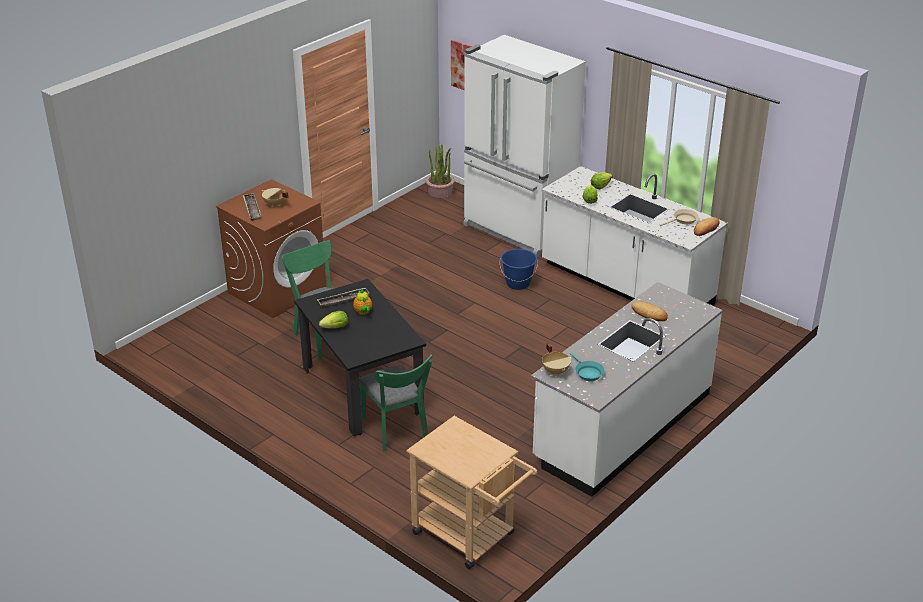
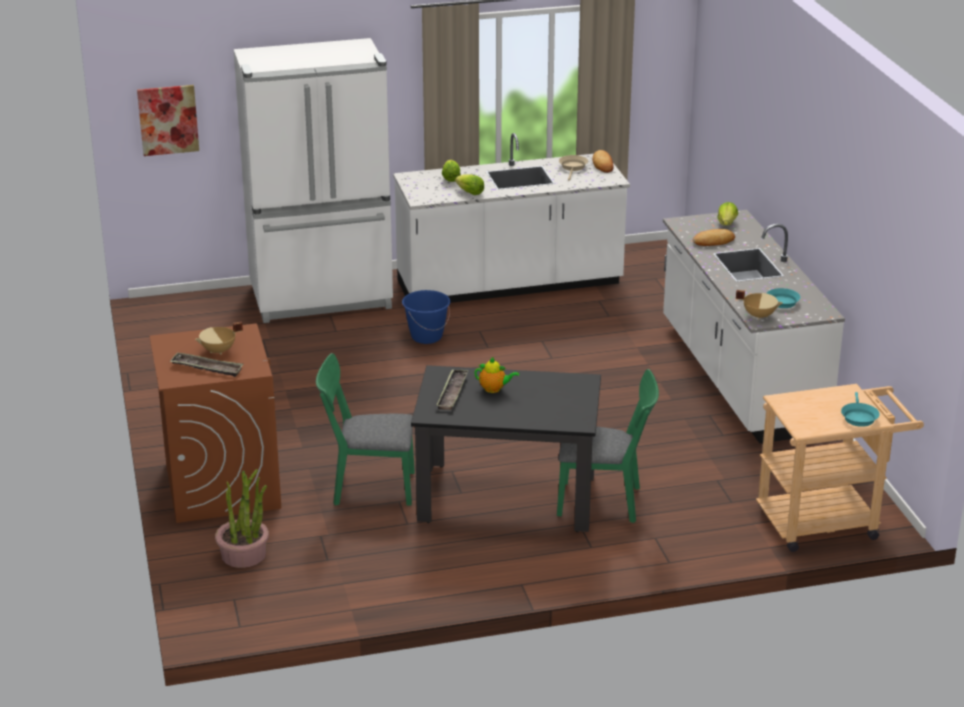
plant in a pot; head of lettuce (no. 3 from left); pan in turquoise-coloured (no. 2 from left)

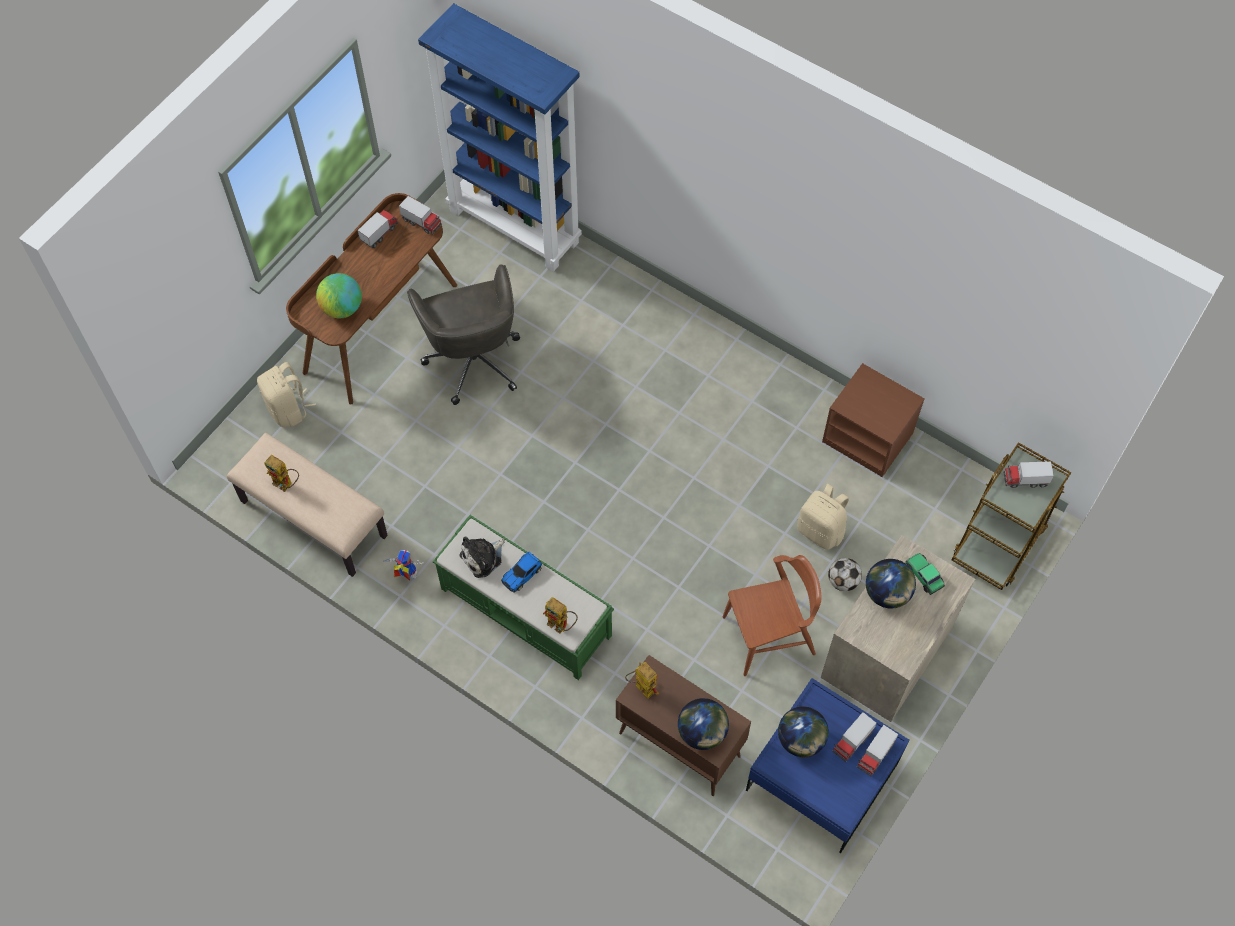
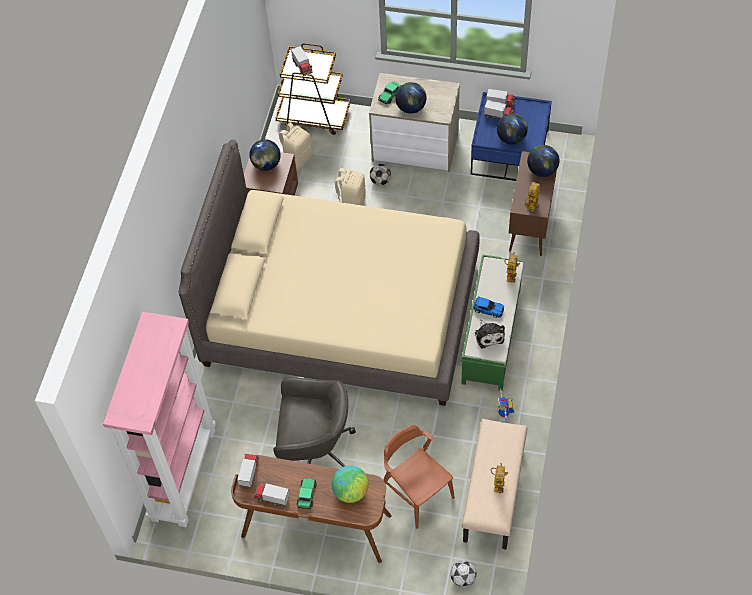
shelving unit in pinkish; office chair in grey; backpack in sand-coloured (no. 1 from left); plush toy; plain chair in brown-coloured; globe (no. 1 from left); sleeping bed in sand-coloured; model car (no. 1 from left); football ball (no. 2 from left)

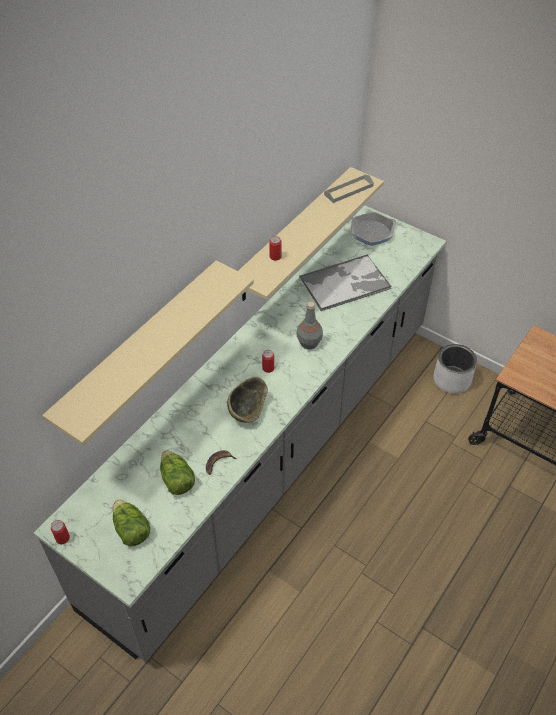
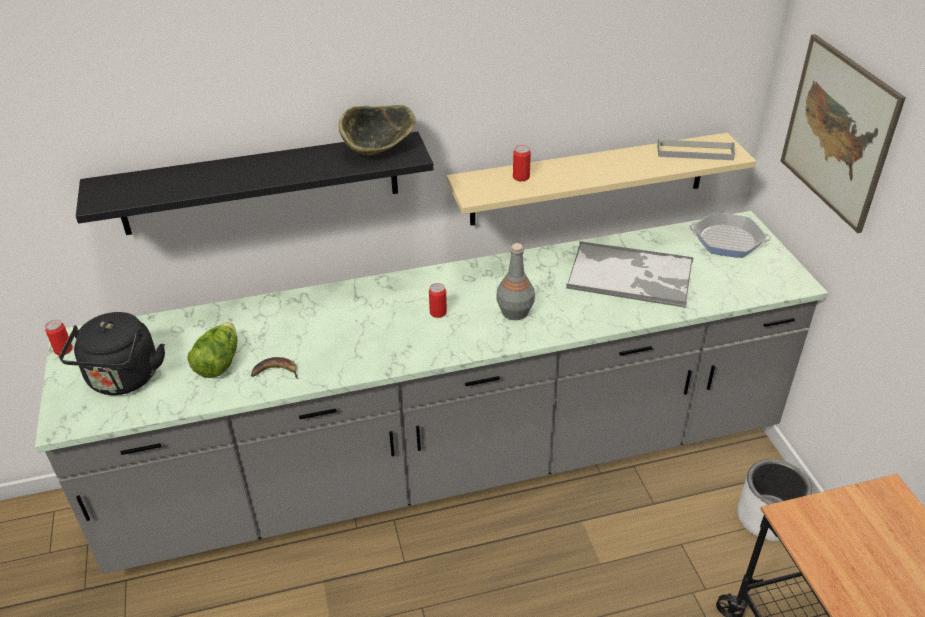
wall shelf in blackish; bowl; tea kettle in blackish; wall picture

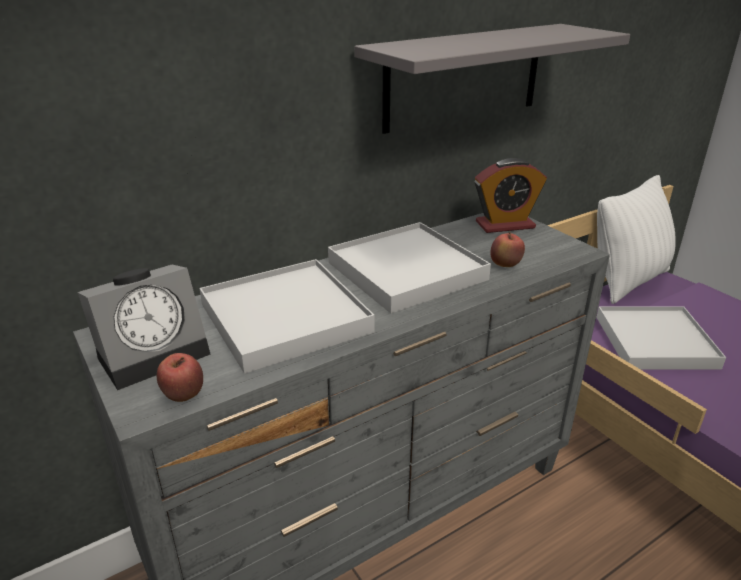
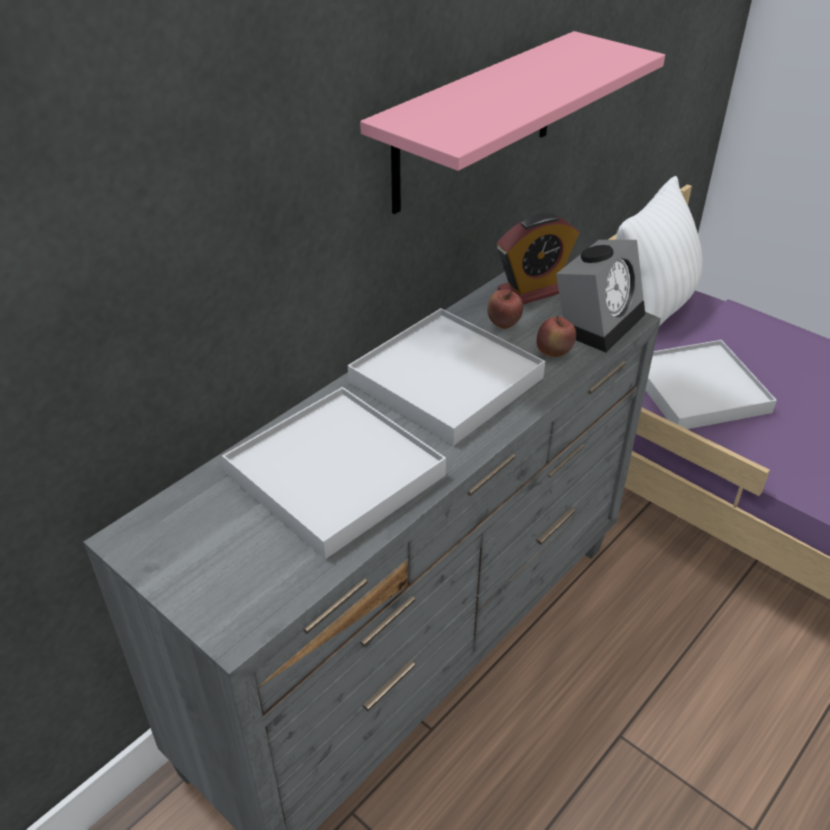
wall shelf in pinkish; table clock (no. 2 from left); apple (no. 1 from left)

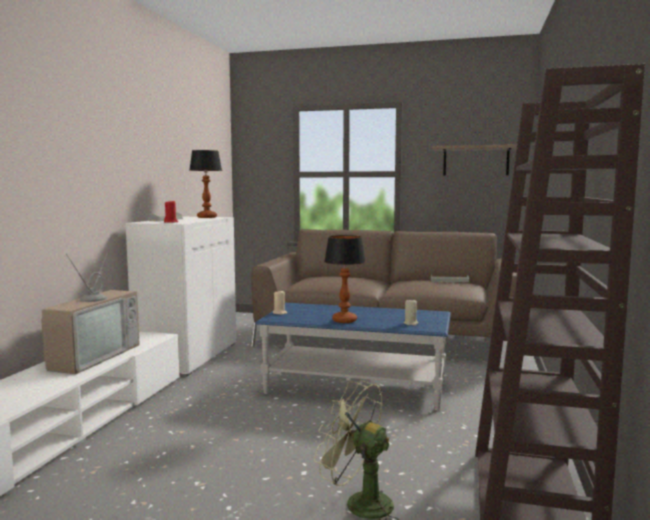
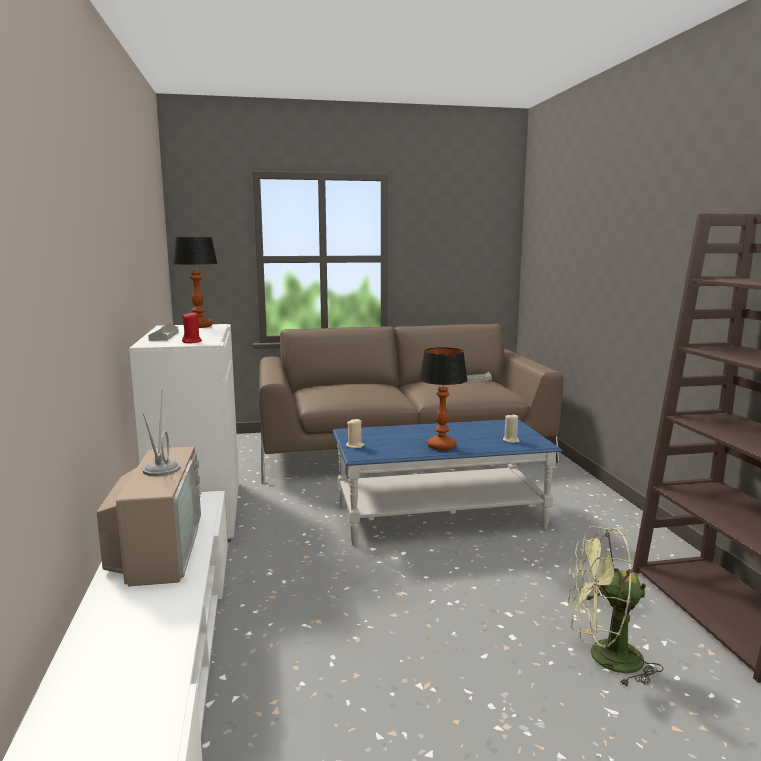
wall shelf

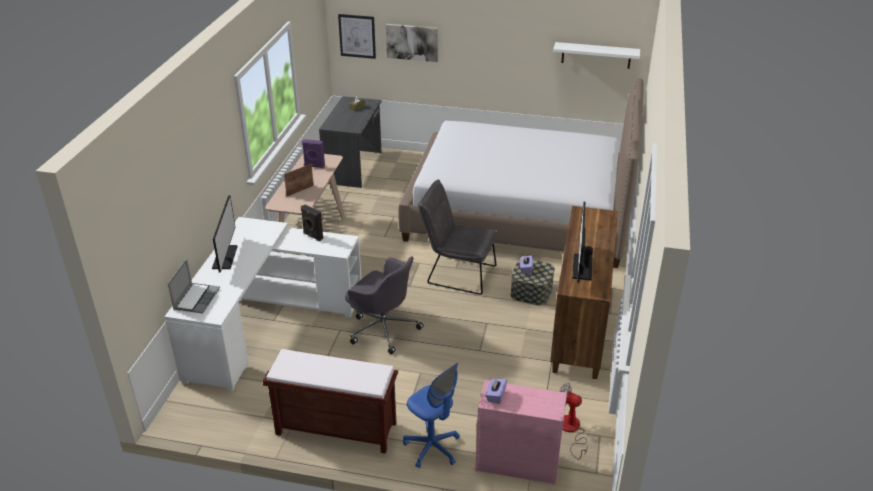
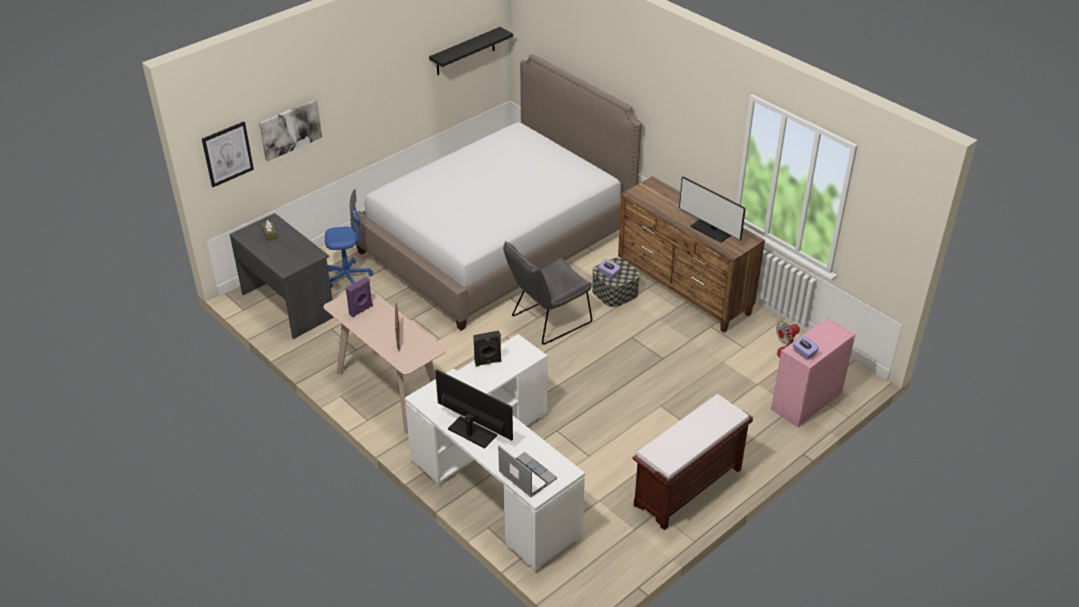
wall shelf in blackish; office chair in grey; office chair in blue

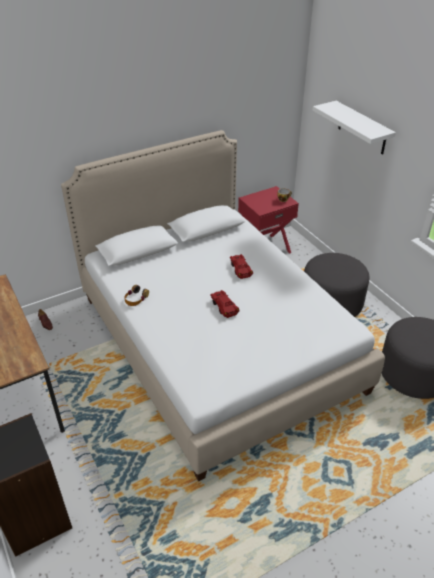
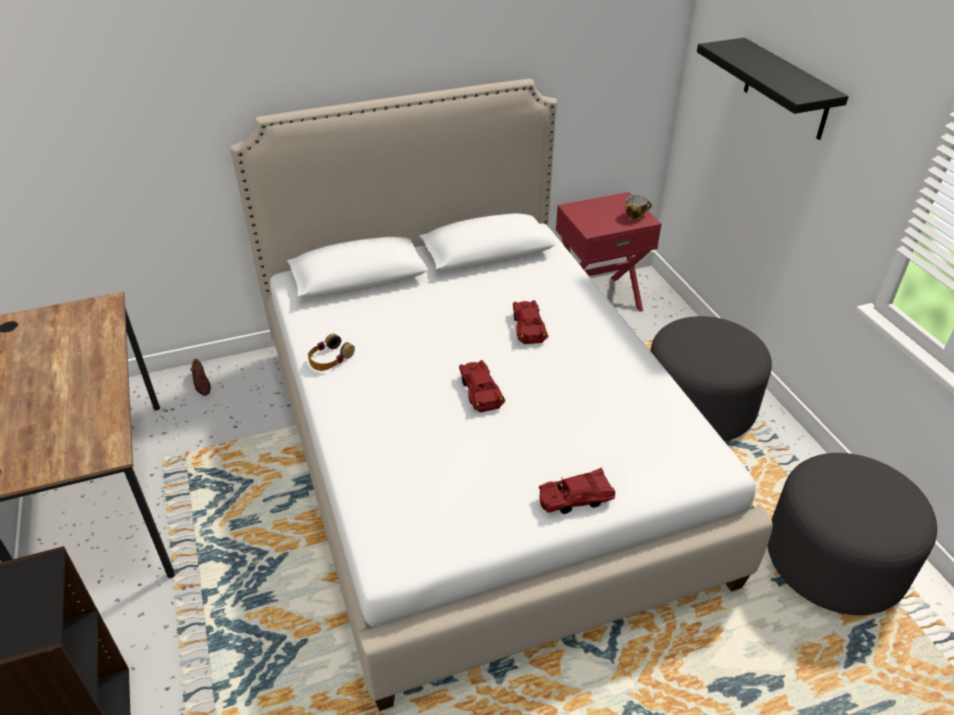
wall shelf in blackish; model car in red (no. 3 from left)

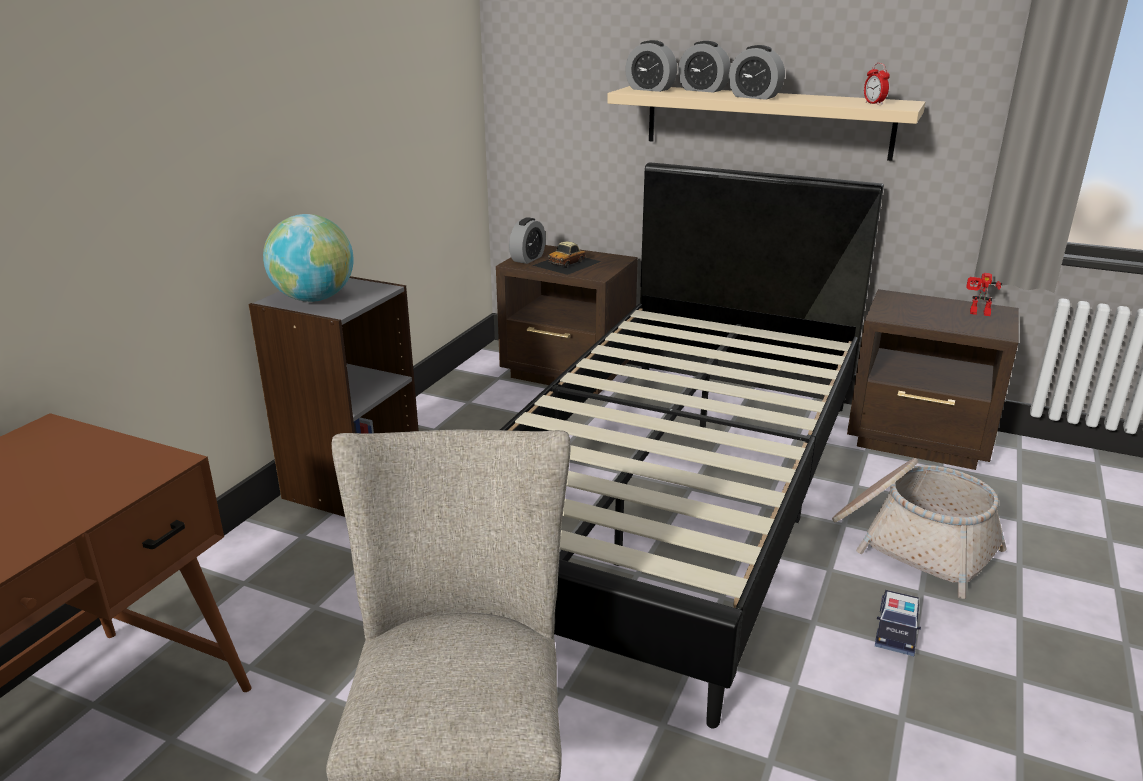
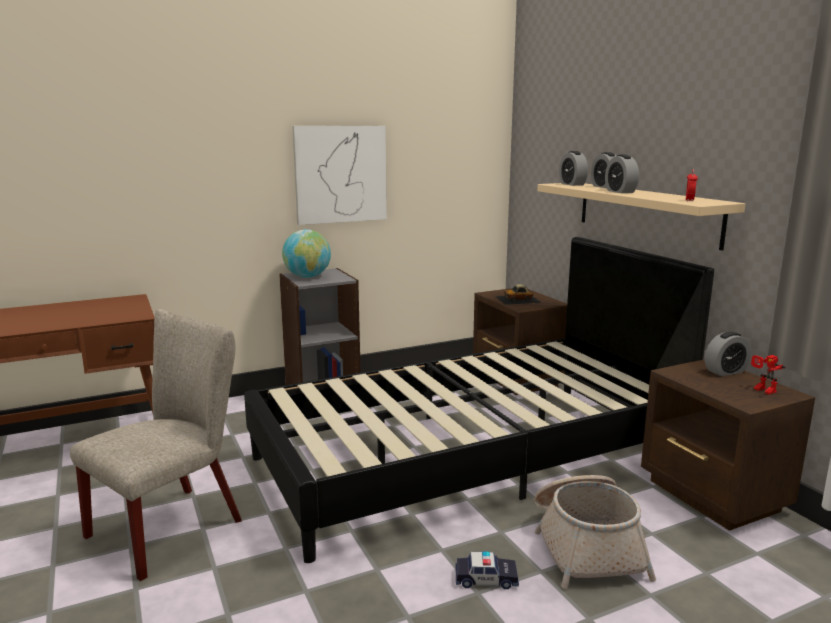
table clock (no. 5 from left); model car (no. 1 from left); wall picture

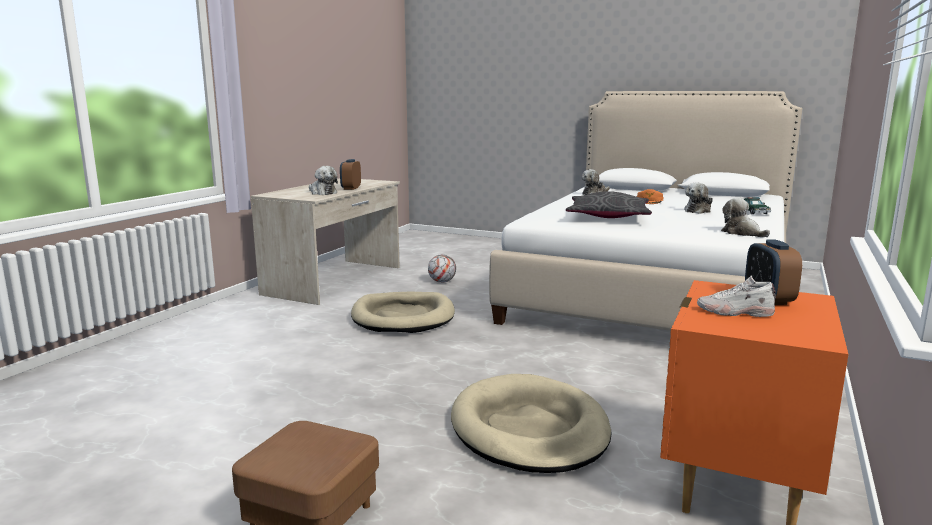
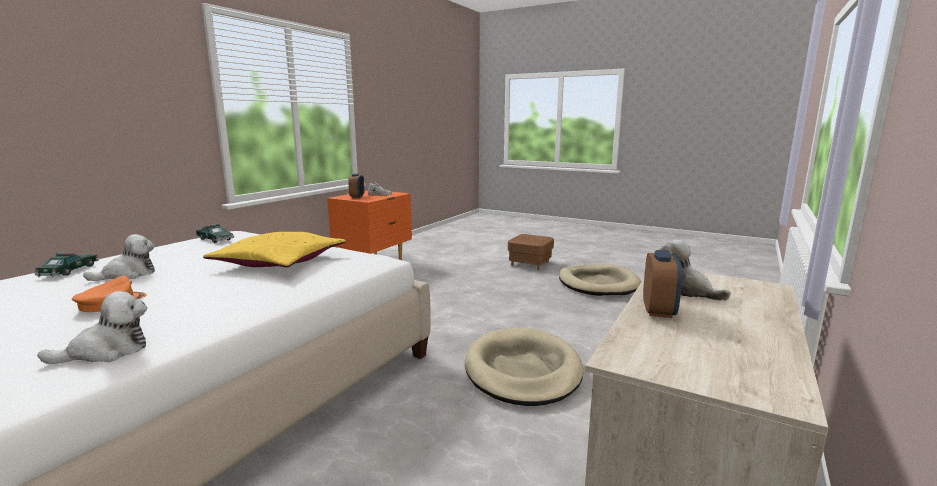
pillow in yellow-coloured; model car (no. 2 from left); football ball; pet bed in sand-coloured (no. 2 from left)

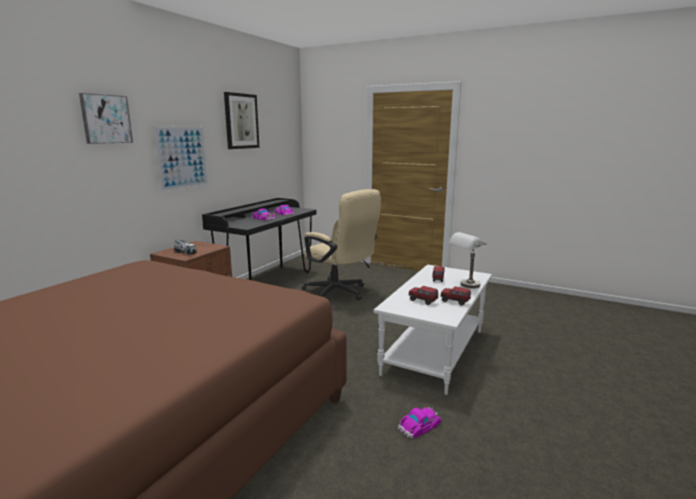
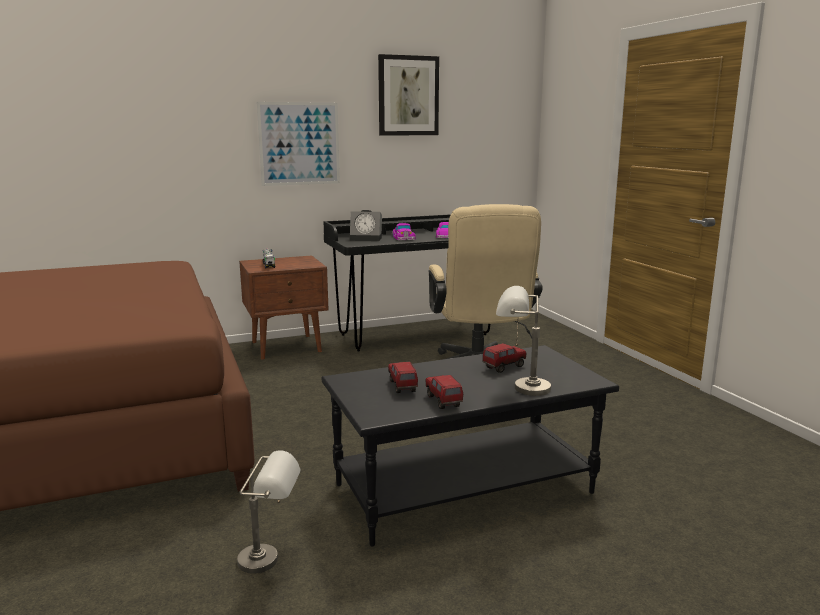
wall picture (no. 1 from left in the first image); lounge table in blackish; lamp for a table in grey (no. 1 from left); table clock

